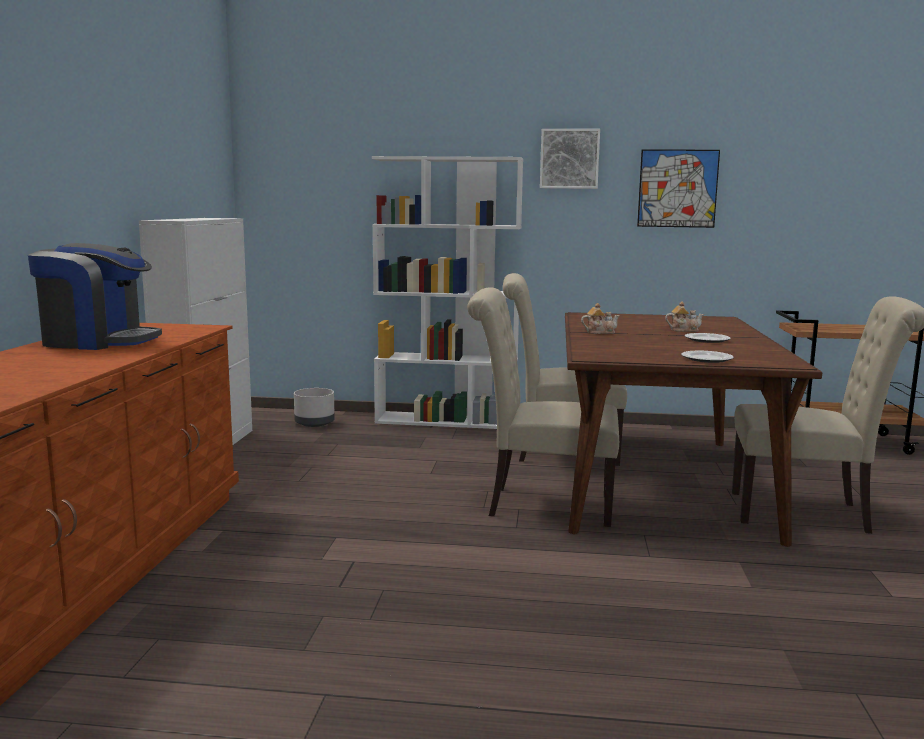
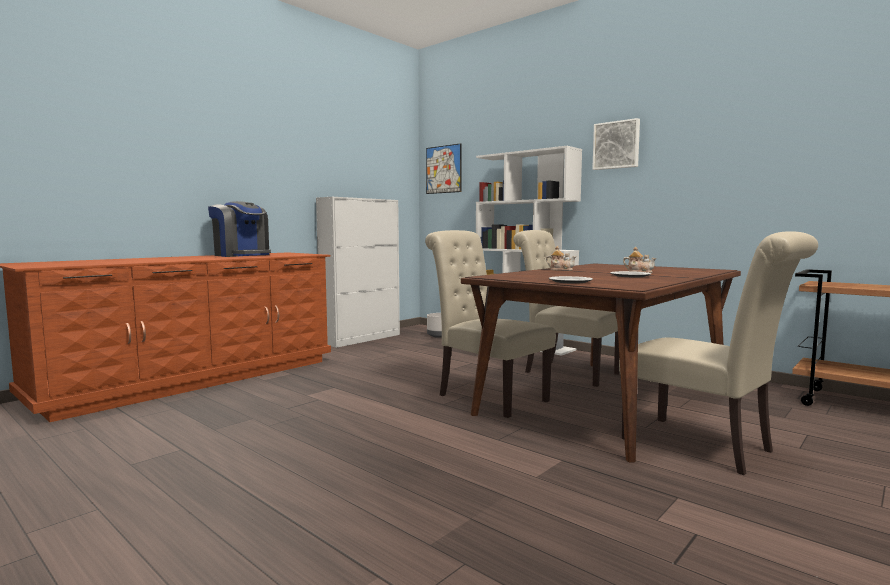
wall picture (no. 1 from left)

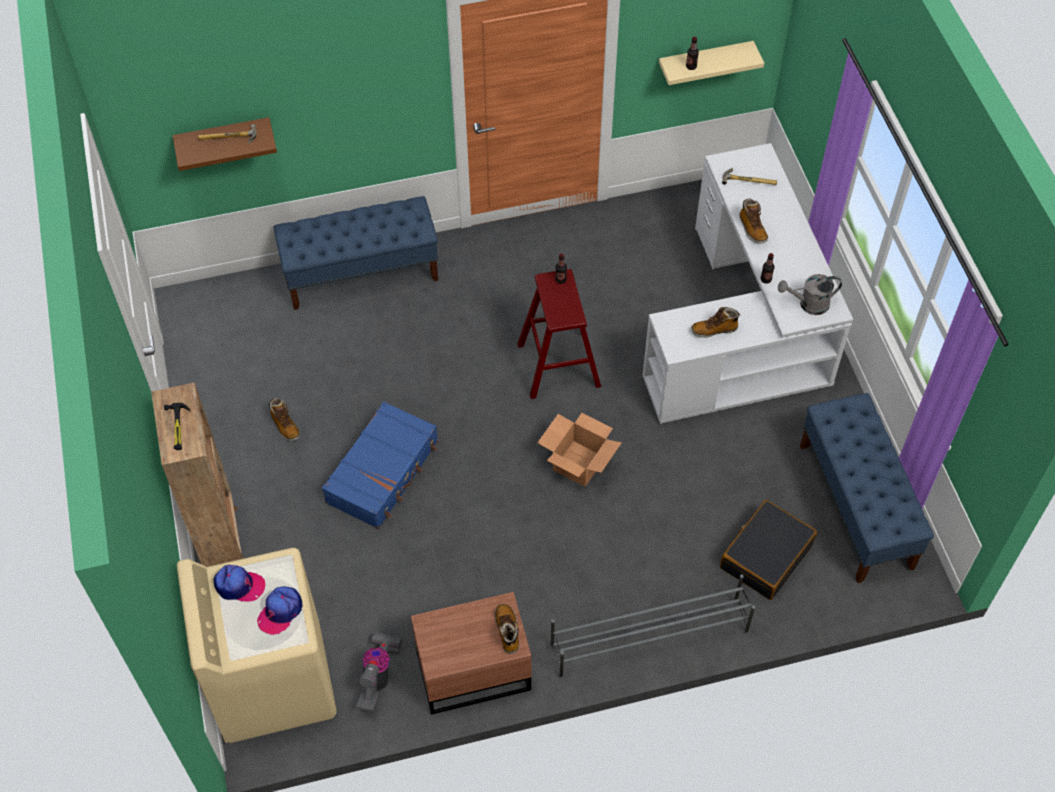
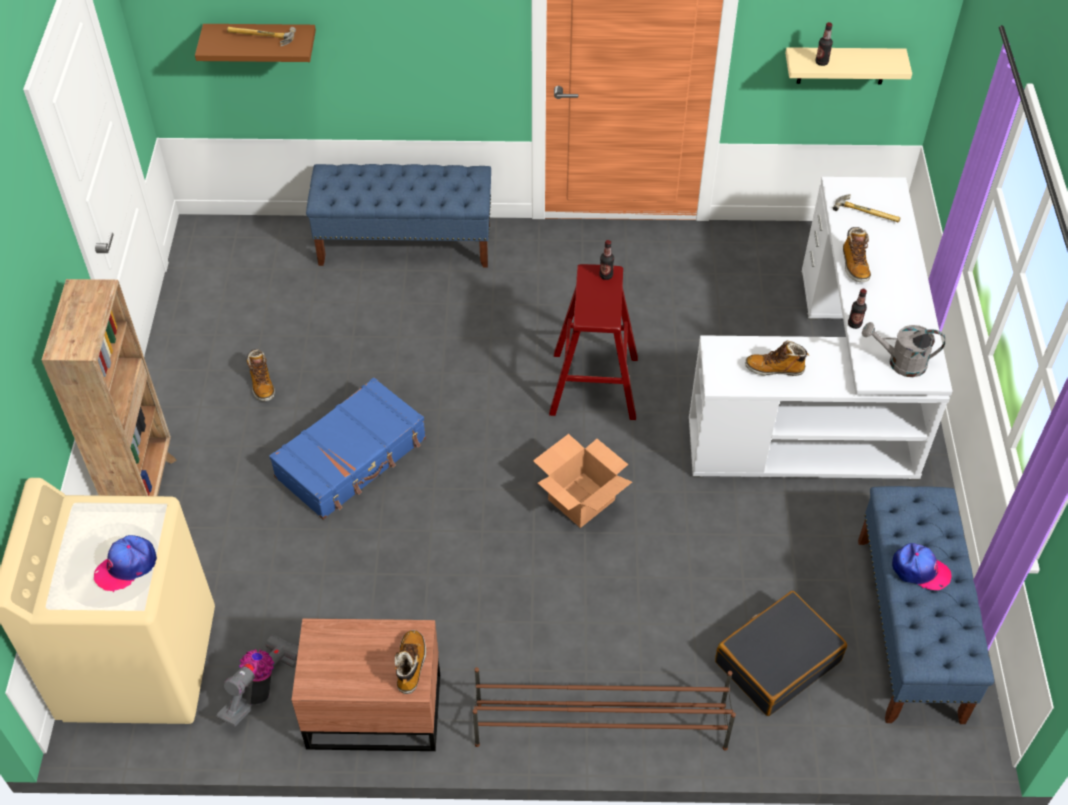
hammer (no. 1 from left in the first image); baseball cap (no. 2 from left); shoe shelf in brown-coloured

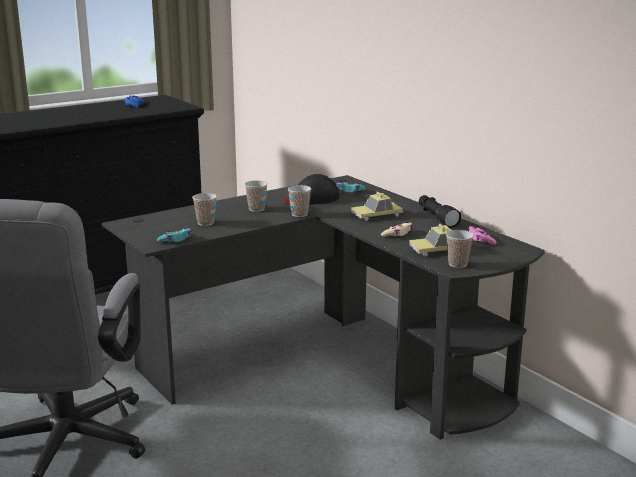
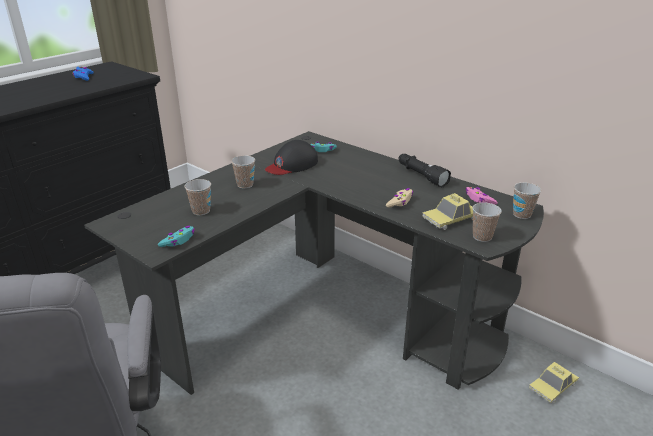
cup (no. 4 from left); model car (no. 2 from left)

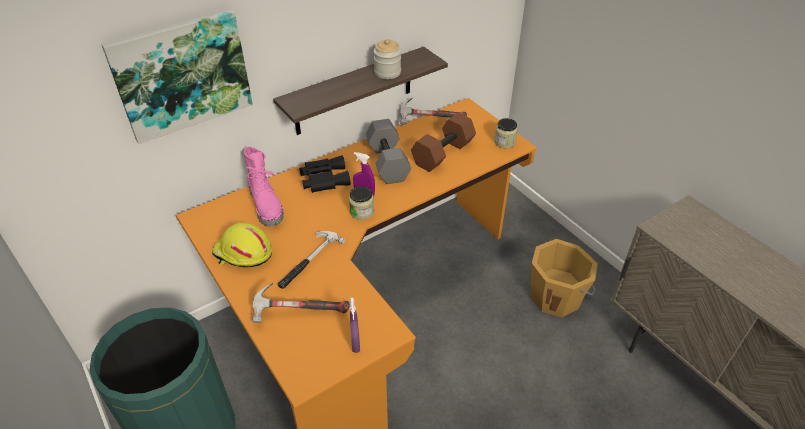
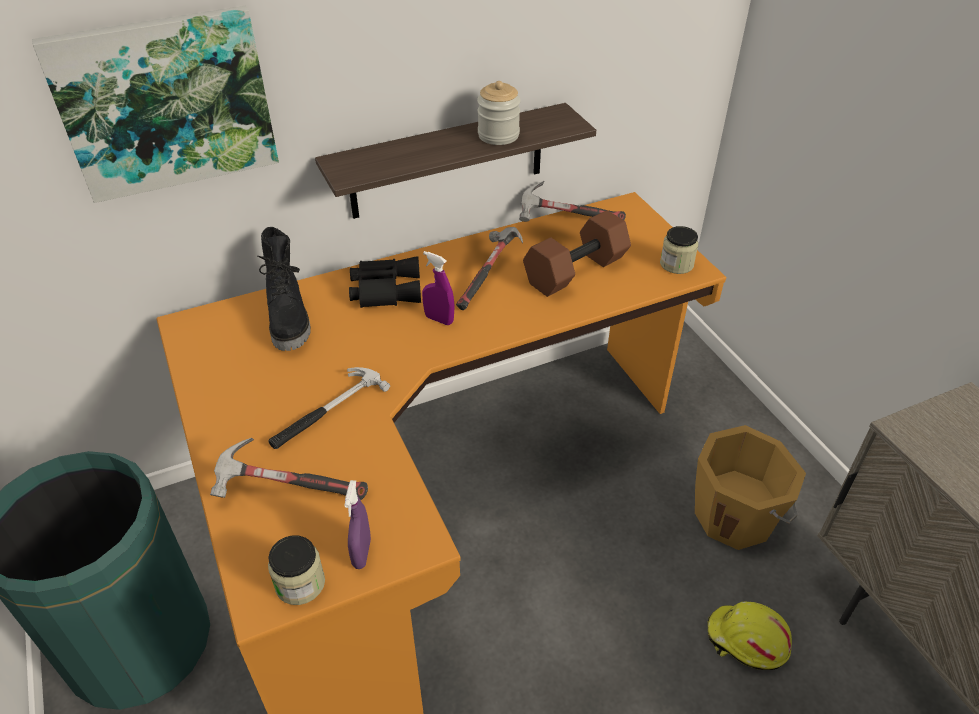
hammer (no. 3 from left); boot in blackish; jar (no. 1 from left); work helmet in yellow-coloured

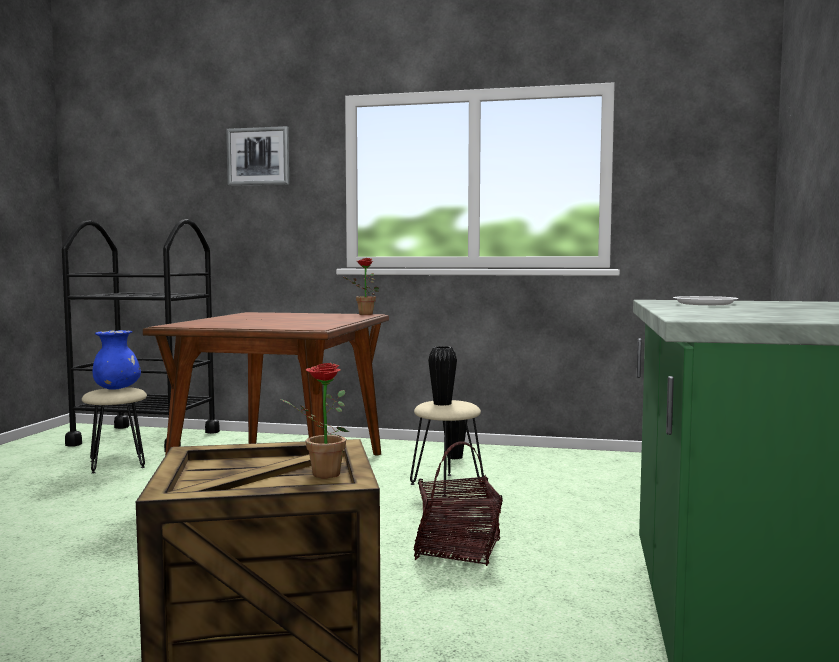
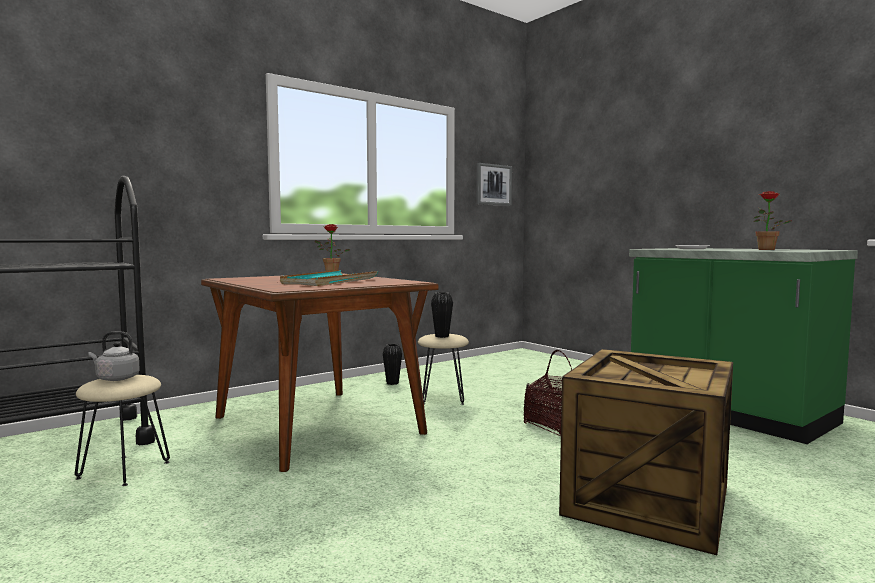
wall picture; tea kettle in grey; plant in a pot (no. 2 from left); carrying tray in turquoise-coloured

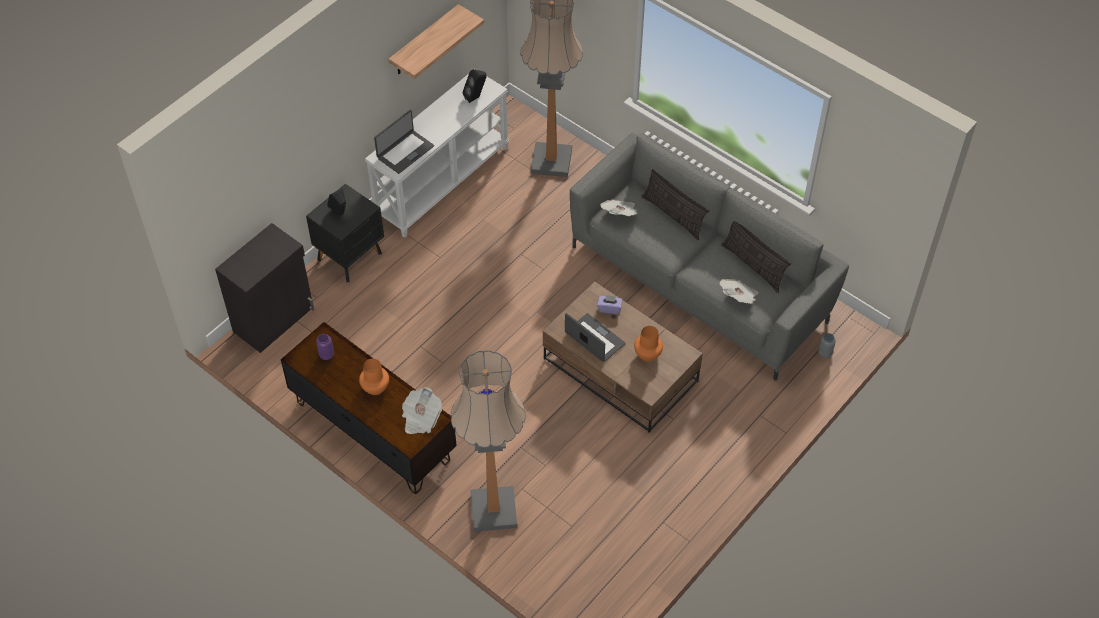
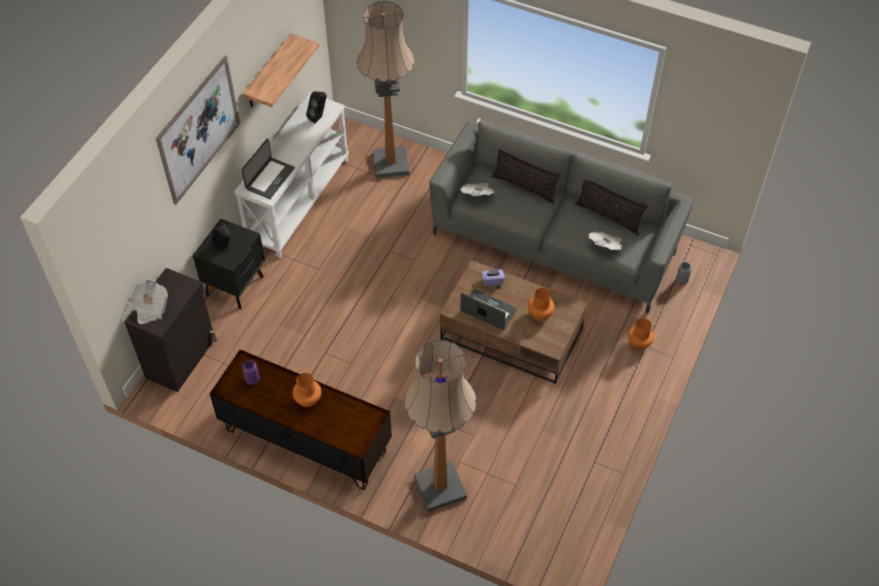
printed paper (no. 1 from left); wall picture; decorative vase in orange (no. 3 from left)

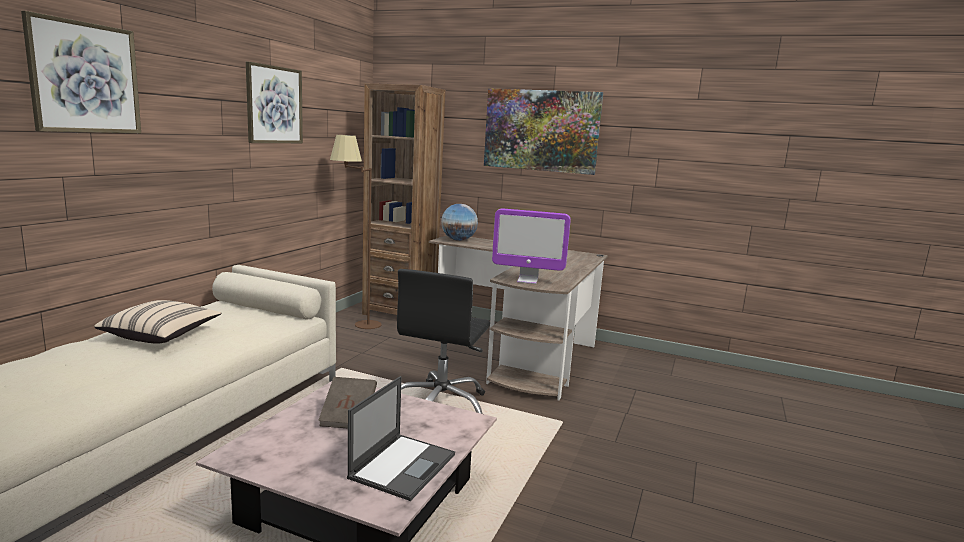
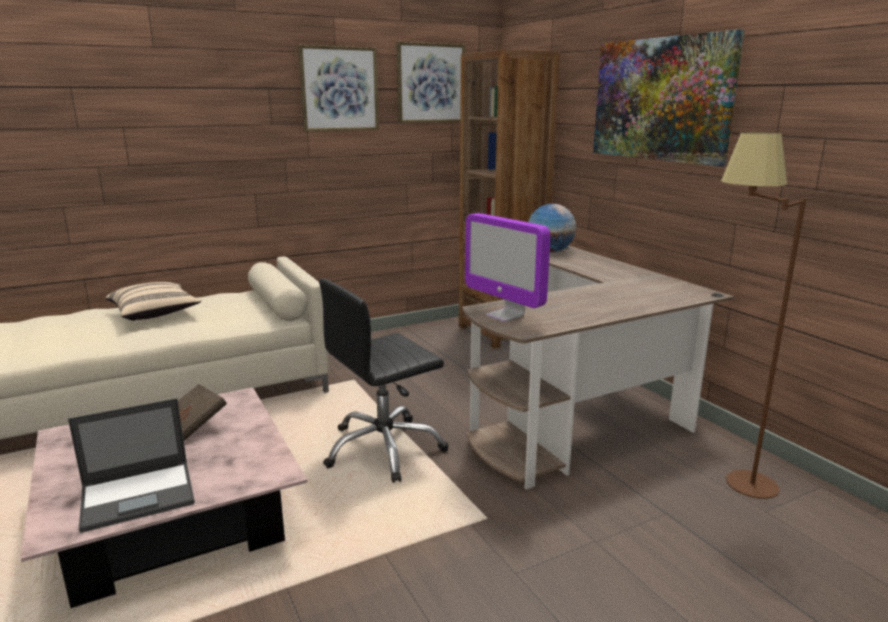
wall picture (no. 2 from left); standard lamp in brown-coloured

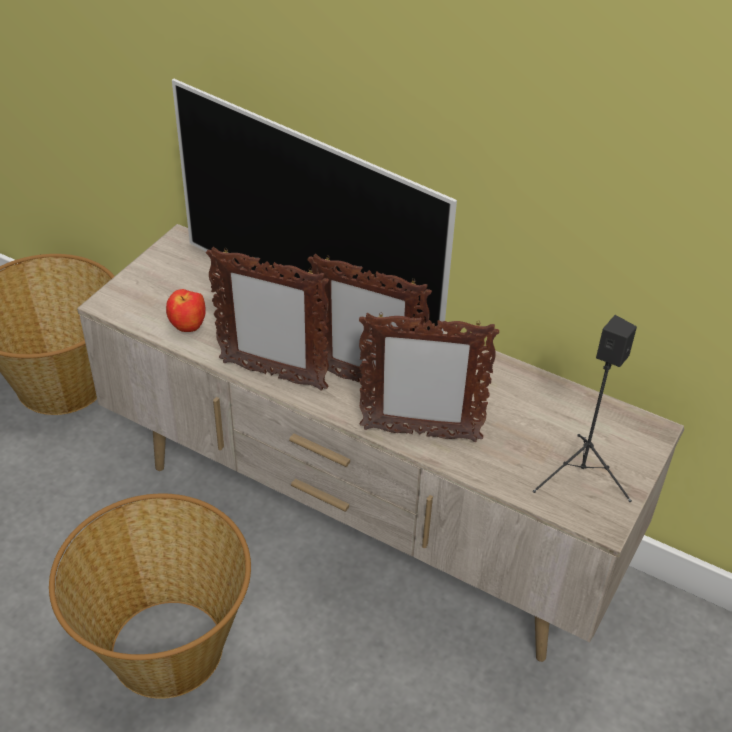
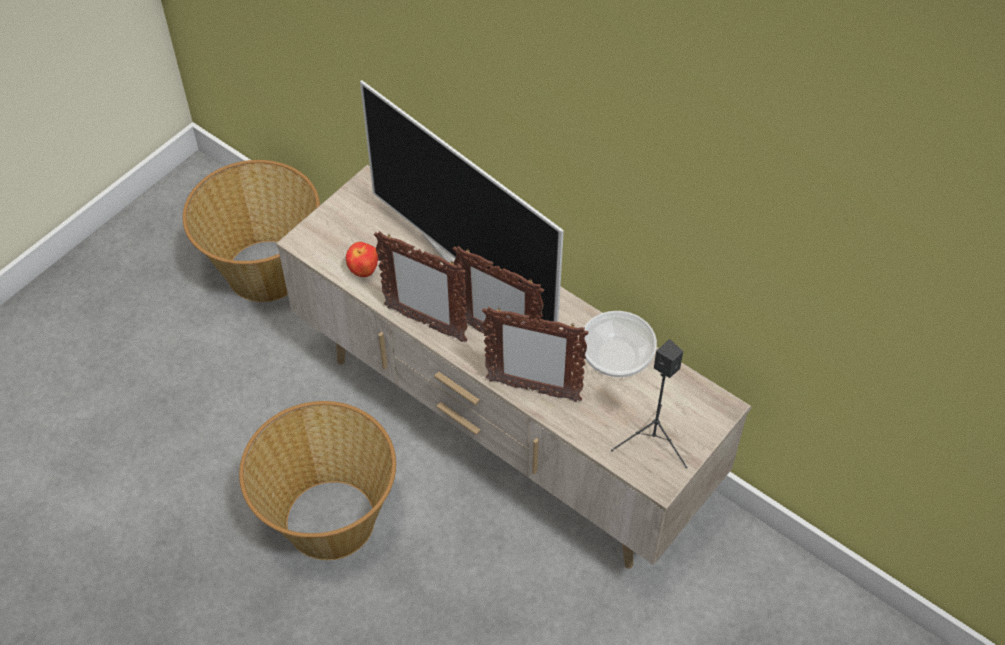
bowl

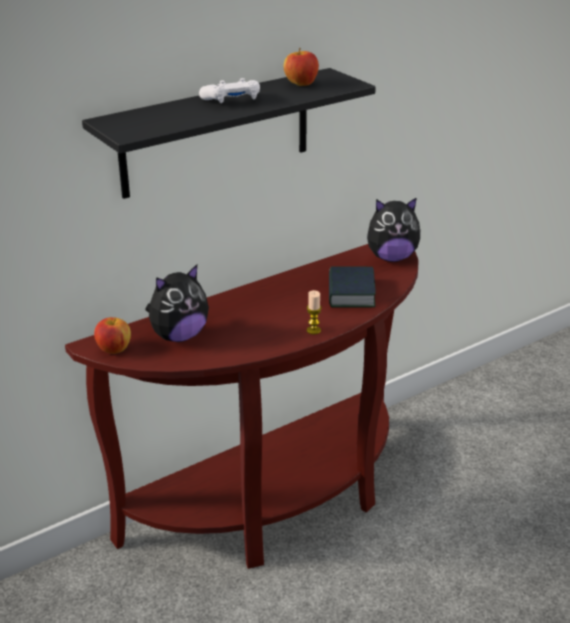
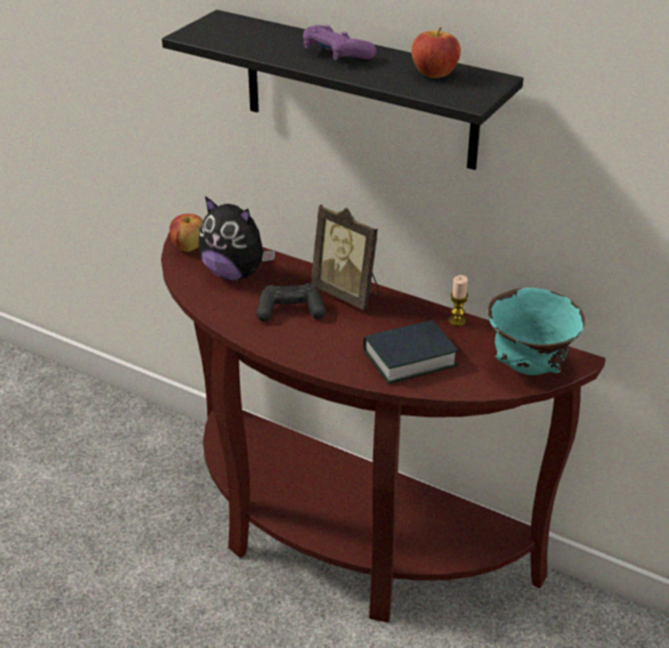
game controller in purplish; bowl in turquoise-coloured; wax candle; standing frame; game controller in blackish

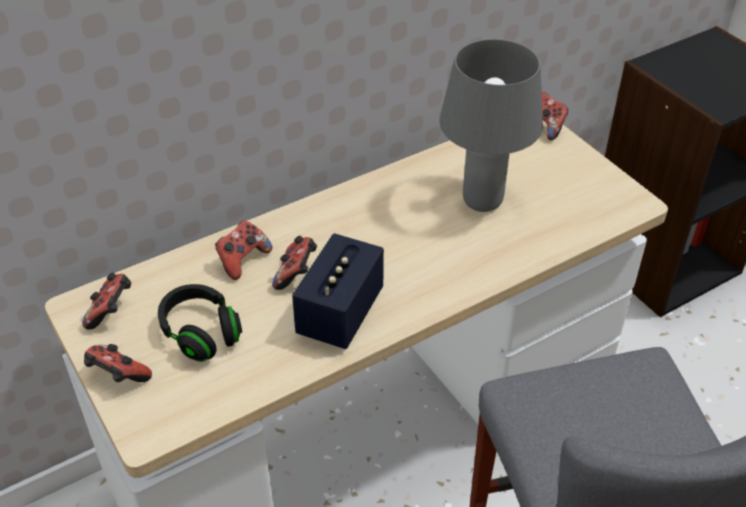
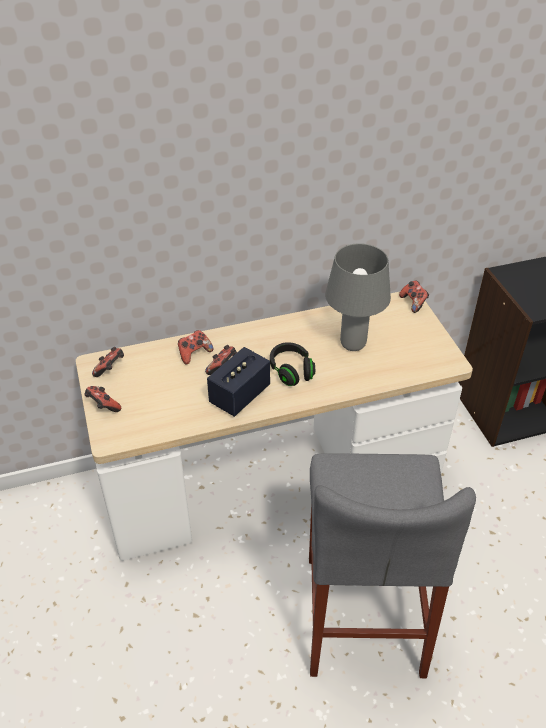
headset in blackish

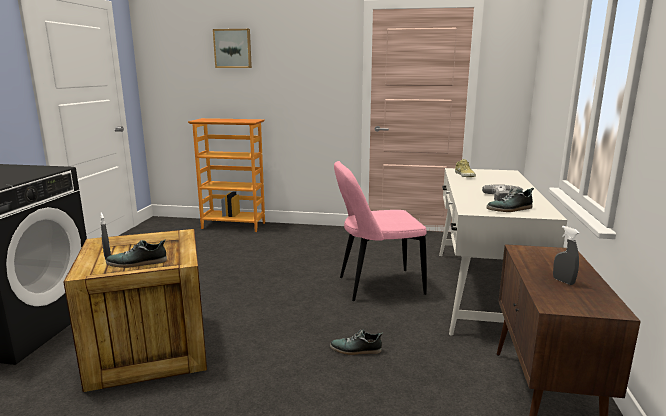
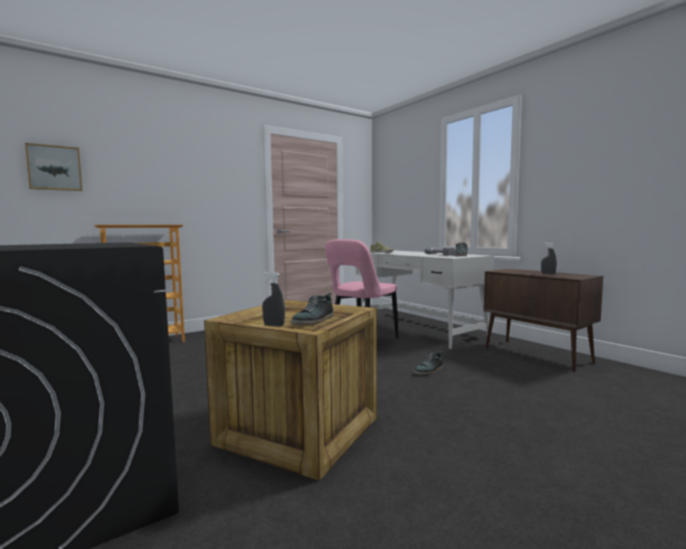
wall picture

